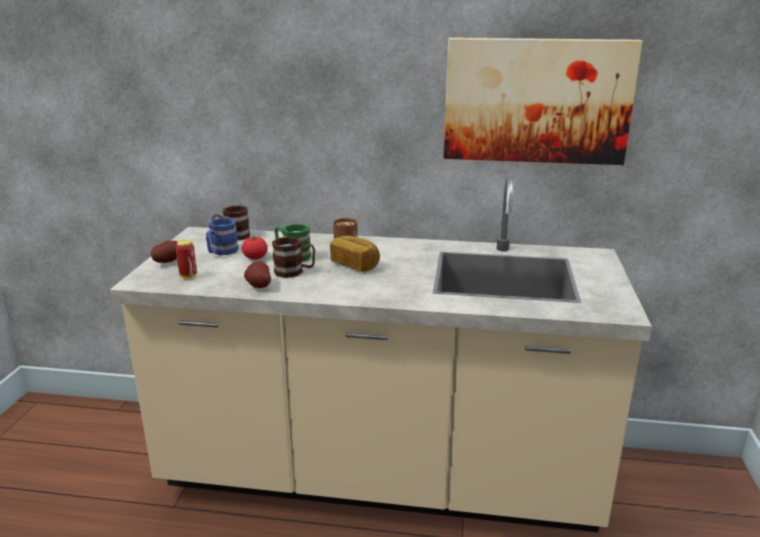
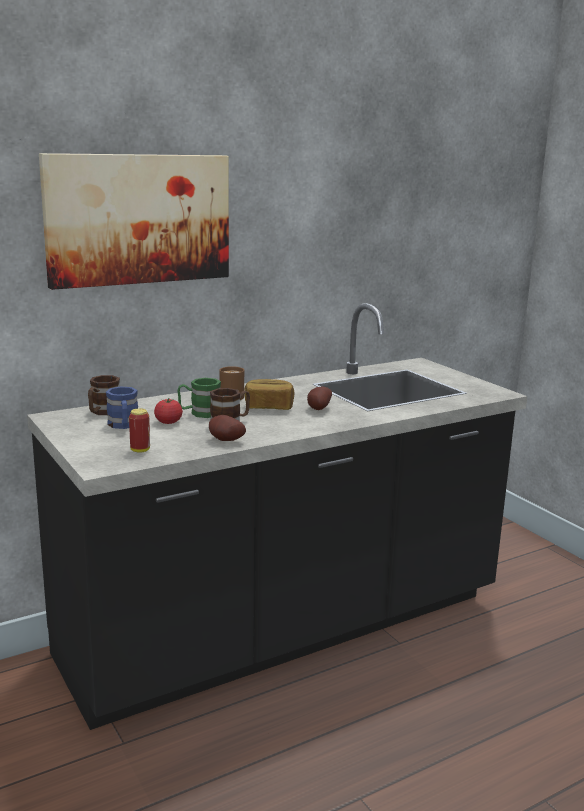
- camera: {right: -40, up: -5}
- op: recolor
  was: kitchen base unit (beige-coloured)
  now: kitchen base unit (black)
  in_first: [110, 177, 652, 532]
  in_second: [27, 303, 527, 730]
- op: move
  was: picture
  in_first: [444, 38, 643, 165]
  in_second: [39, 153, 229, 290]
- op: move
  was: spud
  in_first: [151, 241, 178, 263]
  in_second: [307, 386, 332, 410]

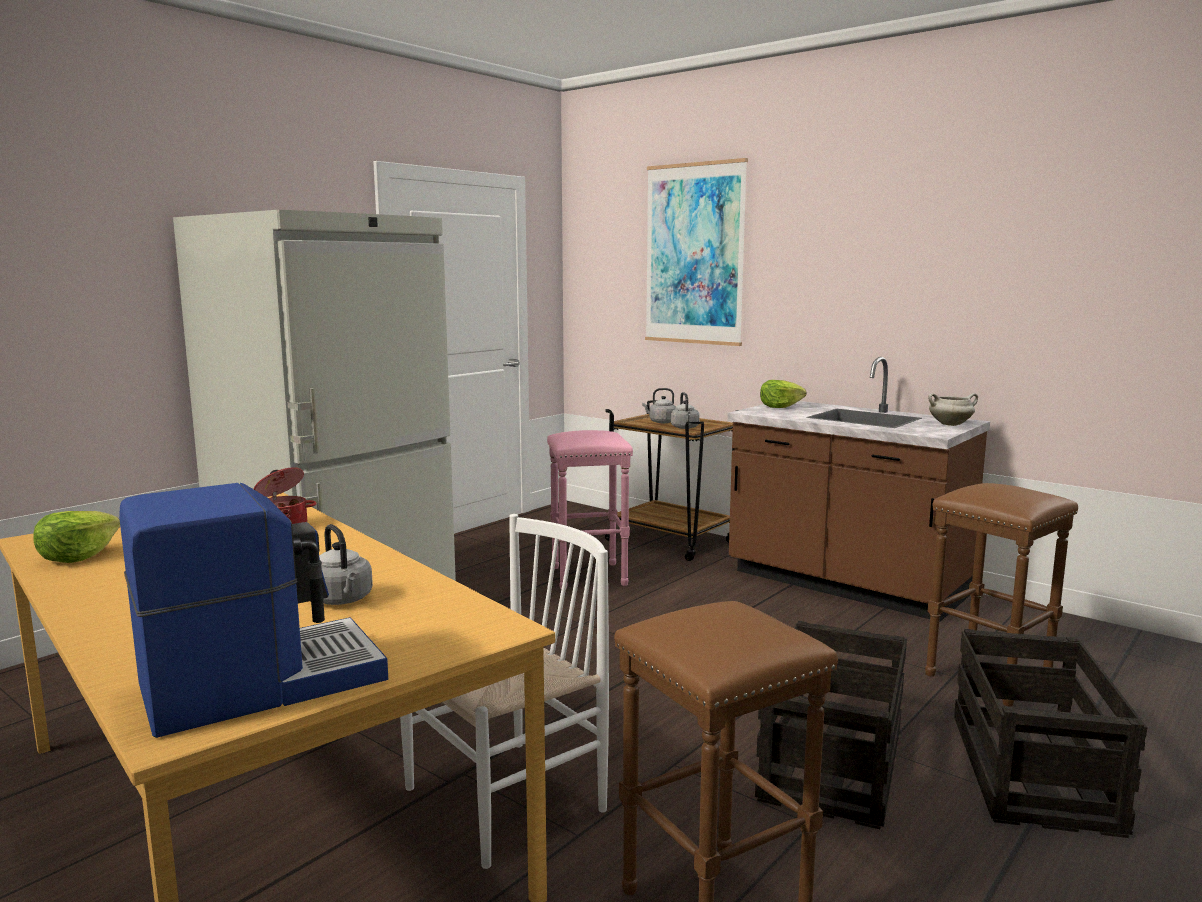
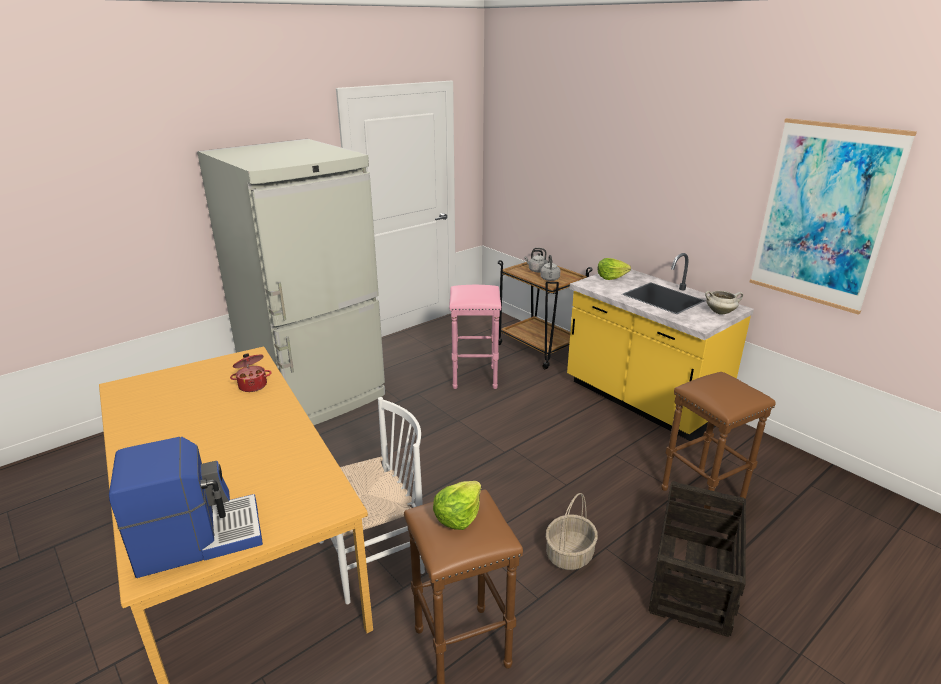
- camera: {right: 10, up: 15}
- op: move
  was: head of lettuce
  in_first: [34, 511, 120, 563]
  in_second: [433, 481, 481, 530]
- op: replace
  was: packing crate
  now: household basket
  in_first: [755, 621, 907, 829]
  in_second: [546, 493, 598, 570]
- op: recolor
  was: kitchen base unit (brown-coloured)
  now: kitchen base unit (yellow)
  in_first: [727, 357, 990, 622]
  in_second: [567, 253, 754, 441]
- op: move
  was: picture
  in_first: [645, 158, 748, 346]
  in_second: [749, 118, 917, 315]
- op: delete
  was: water kettle (gray)
  in_first: [319, 524, 373, 605]

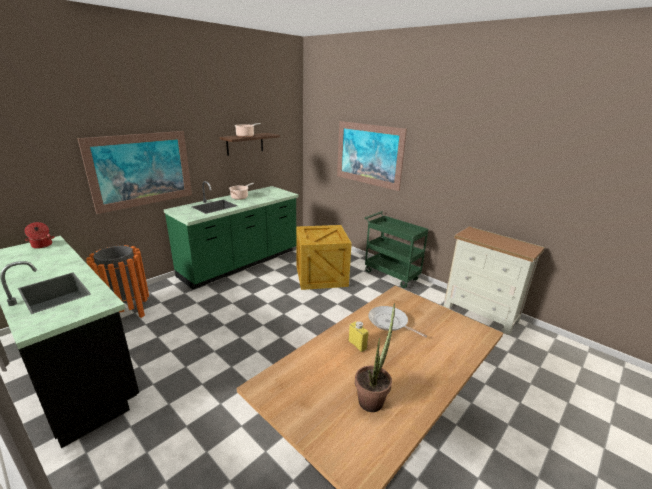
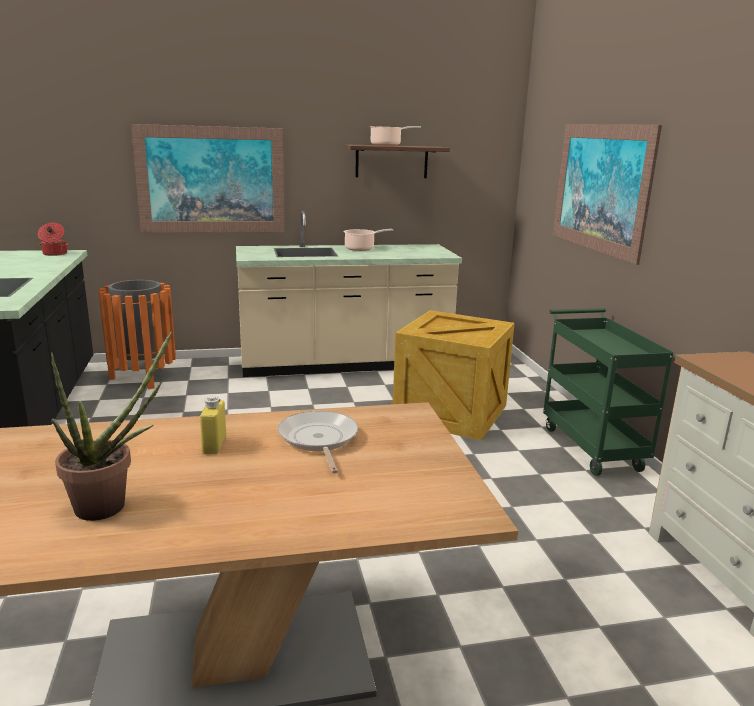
- camera: {right: 35, up: -5}
- op: recolor
  was: kitchen base unit (green)
  now: kitchen base unit (beige-coloured)
  in_first: [164, 181, 299, 289]
  in_second: [236, 211, 462, 377]

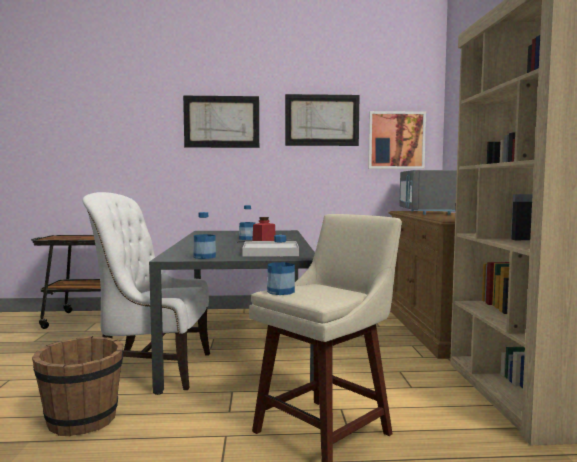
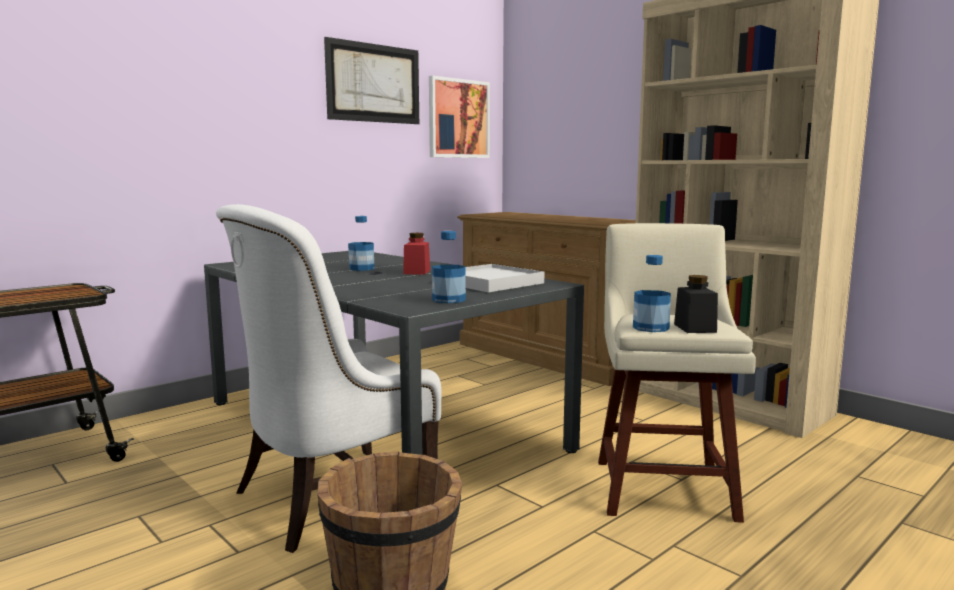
- camera: {right: -40, up: 5}
- op: insert
  now: storage jar (black)
  in_second: [674, 275, 718, 333]
- op: delete
  was: picture
  in_first: [183, 96, 259, 148]
- op: delete
  was: microwave (gray)
  in_first: [400, 170, 457, 215]

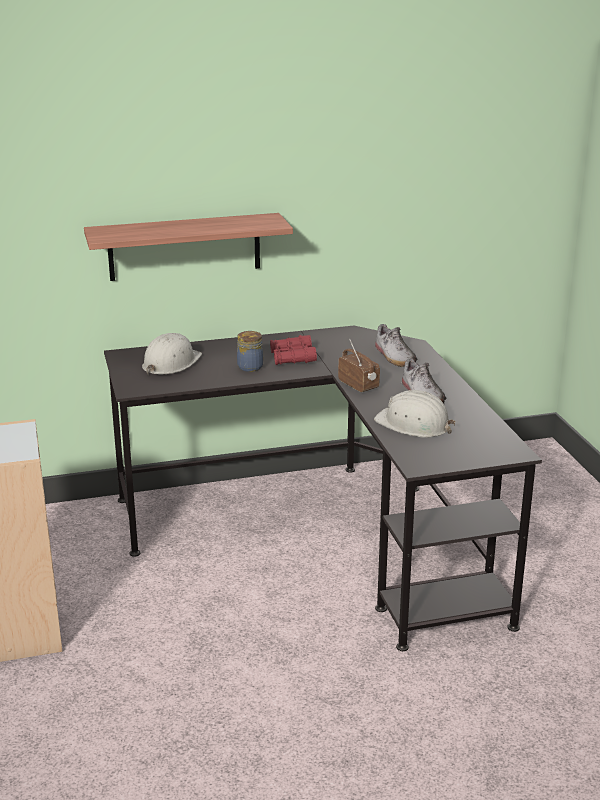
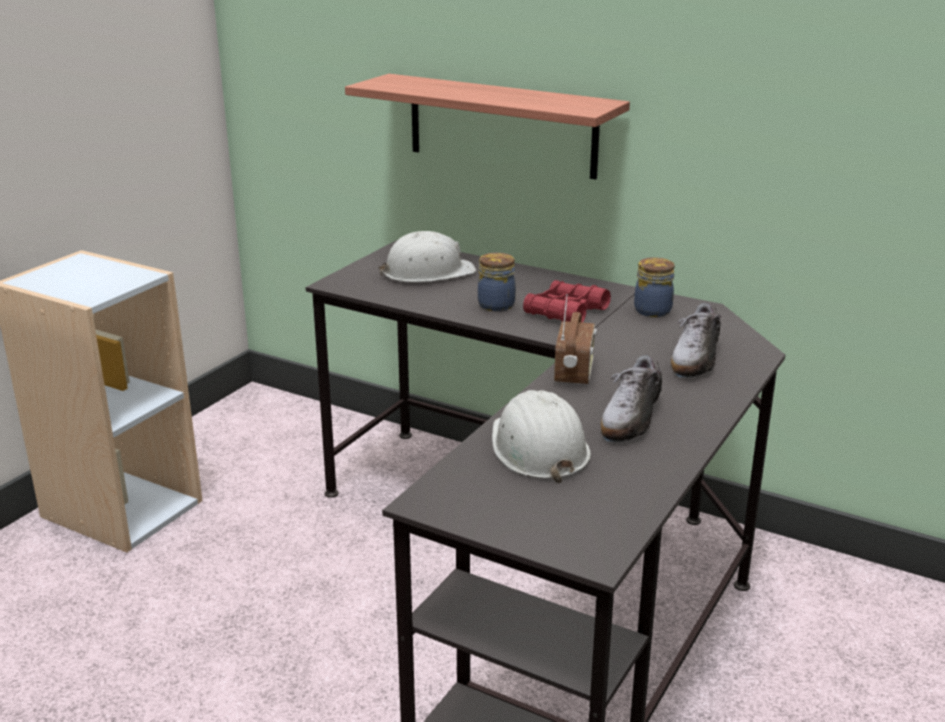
- camera: {right: 45, up: 0}
- op: insert
  now: storage jar
  in_second: [634, 257, 675, 317]

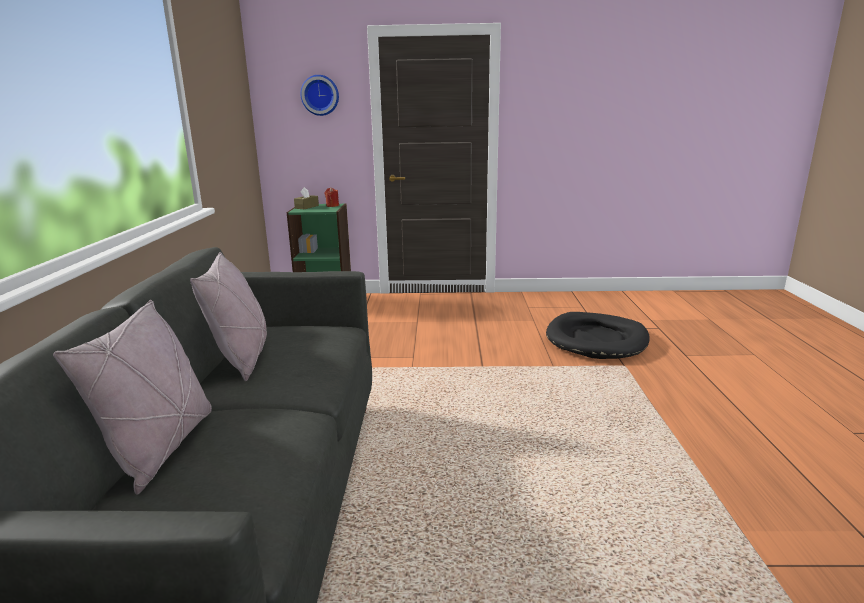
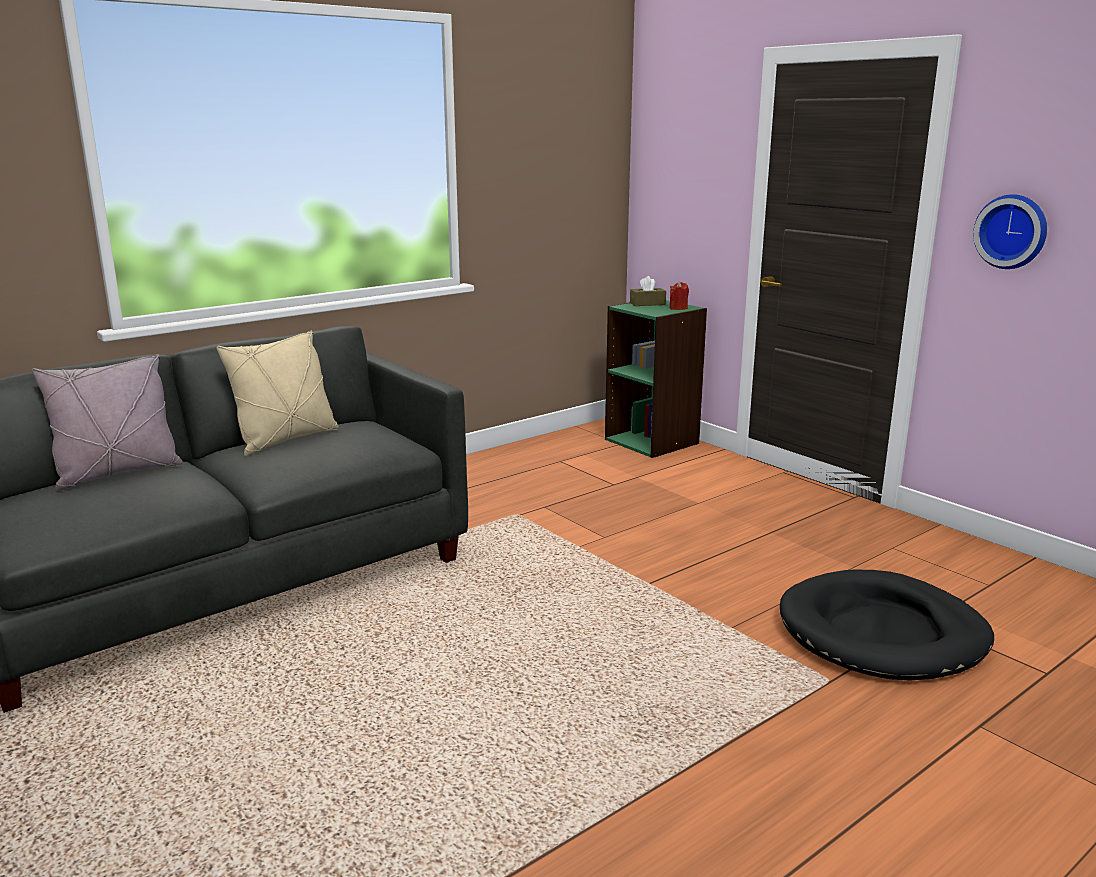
- camera: {right: 50, up: 0}
- op: recolor
  was: pillow (purple-coloured)
  now: pillow (beige-coloured)
  in_first: [190, 252, 267, 381]
  in_second: [216, 330, 339, 456]
- op: move
  was: hanging clock
  in_first: [300, 75, 339, 116]
  in_second: [973, 194, 1047, 269]

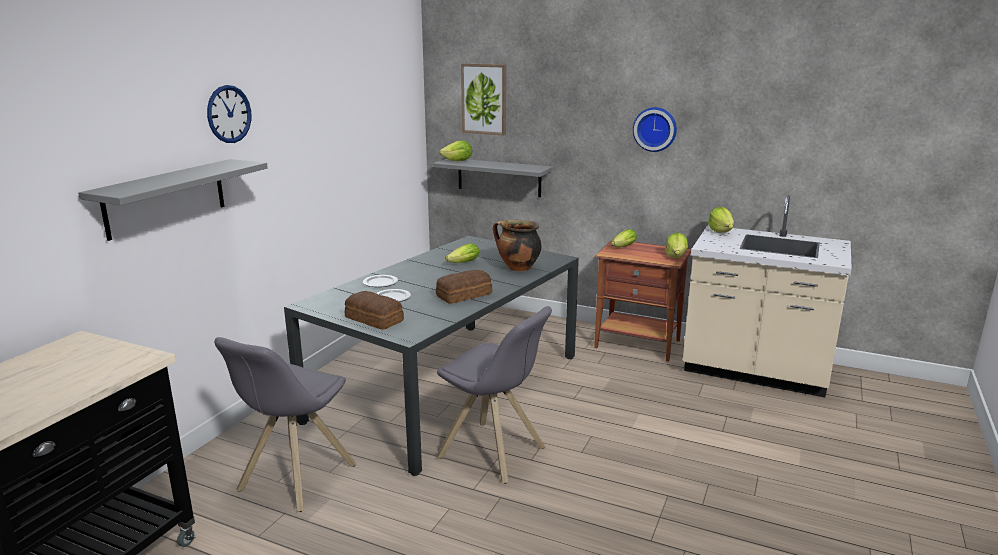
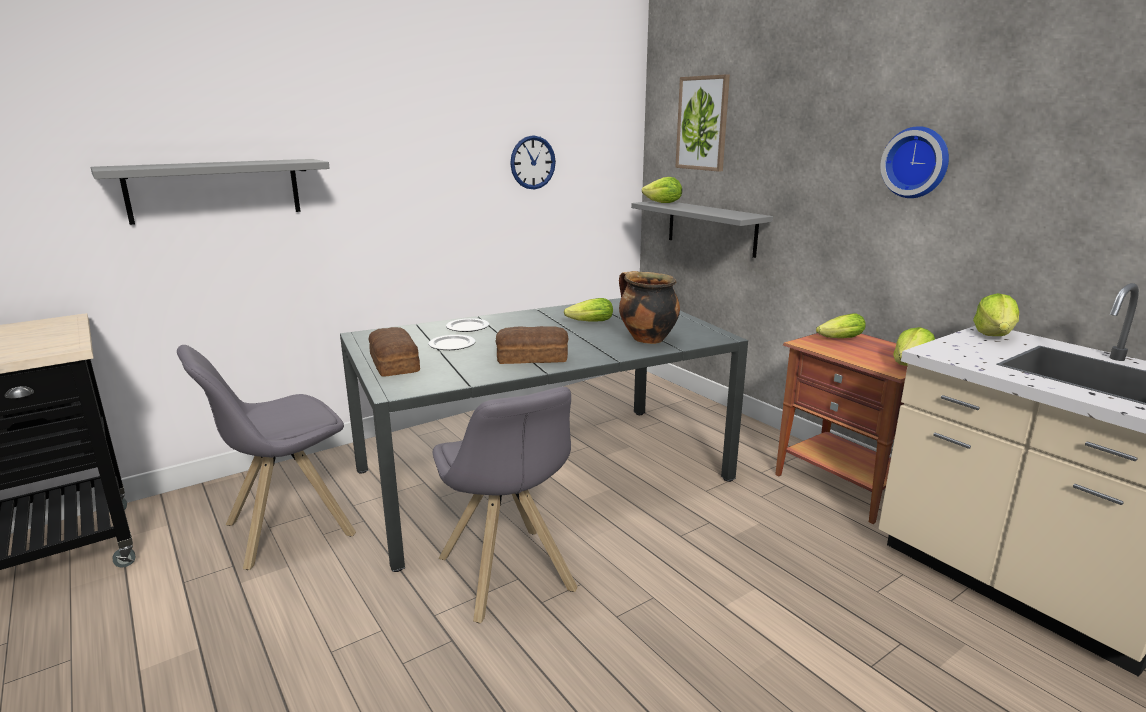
- camera: {right: 30, up: 0}
- op: move
  was: hanging clock
  in_first: [207, 85, 251, 143]
  in_second: [510, 135, 556, 190]

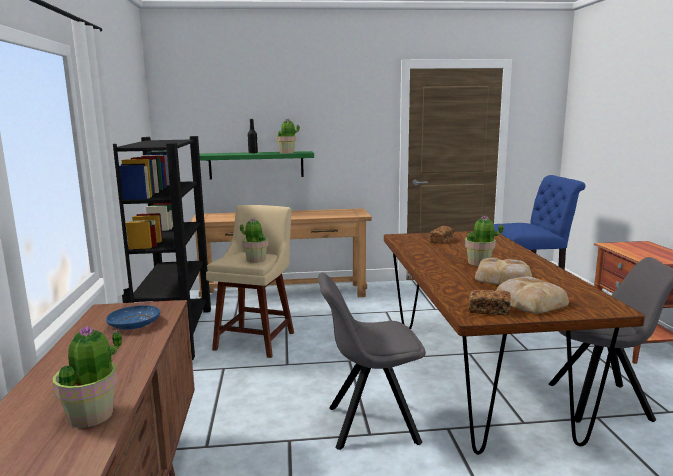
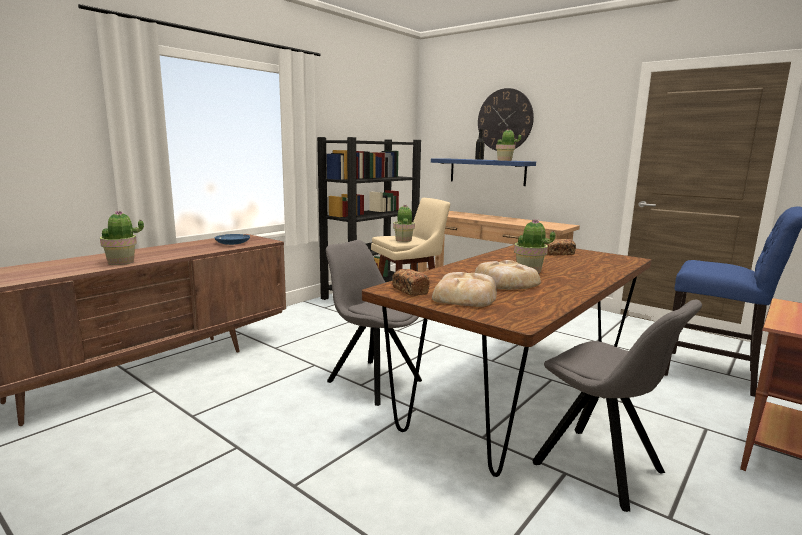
- camera: {right: 45, up: 0}
- op: recolor
  was: shelf (green)
  now: shelf (blue)
  in_first: [199, 151, 314, 179]
  in_second: [431, 158, 536, 186]
- op: insert
  now: hanging clock
  in_second: [478, 88, 534, 151]

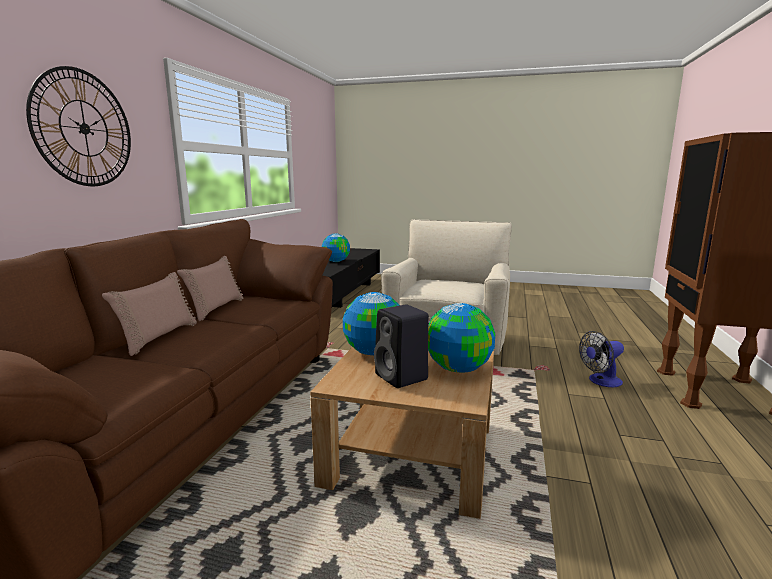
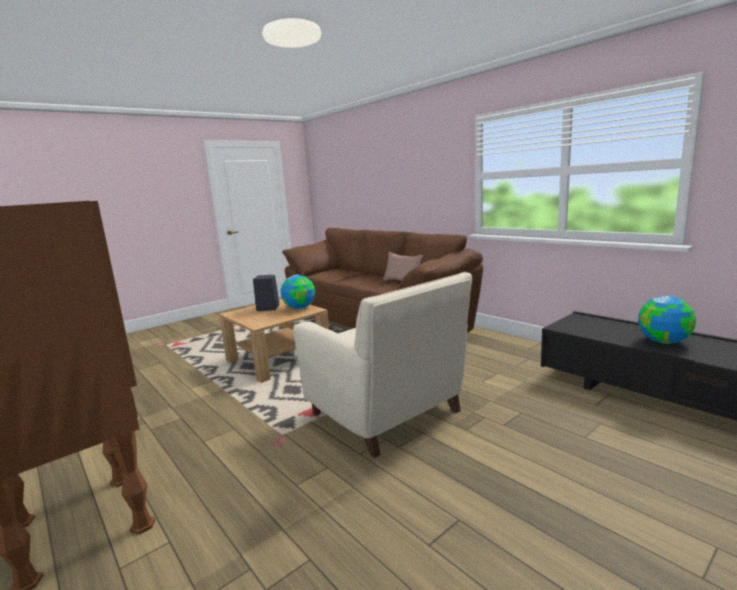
- camera: {right: 125, up: 0}
- op: delete
  was: hanging clock
  in_first: [26, 66, 131, 186]
- op: delete
  was: pillow (beige-coloured)
  in_first: [102, 272, 197, 356]
- op: delete
  was: globe
  in_first: [428, 303, 495, 373]
- op: delete
  was: electric fan
  in_first: [579, 331, 624, 387]

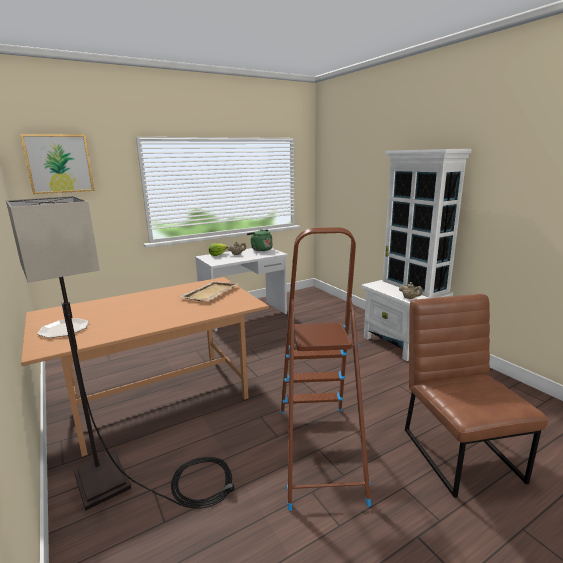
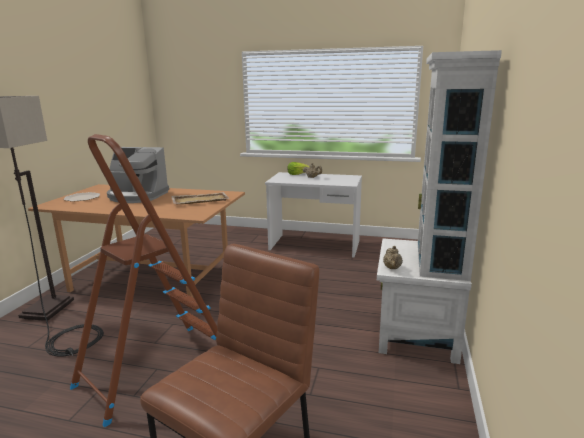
- camera: {right: 45, up: 0}
- op: insert
  now: coffee machine
  in_second: [107, 147, 169, 203]
- op: delete
  was: picture
  in_first: [20, 134, 94, 194]
- op: delete
  was: water kettle (green)
  in_first: [247, 229, 272, 251]

